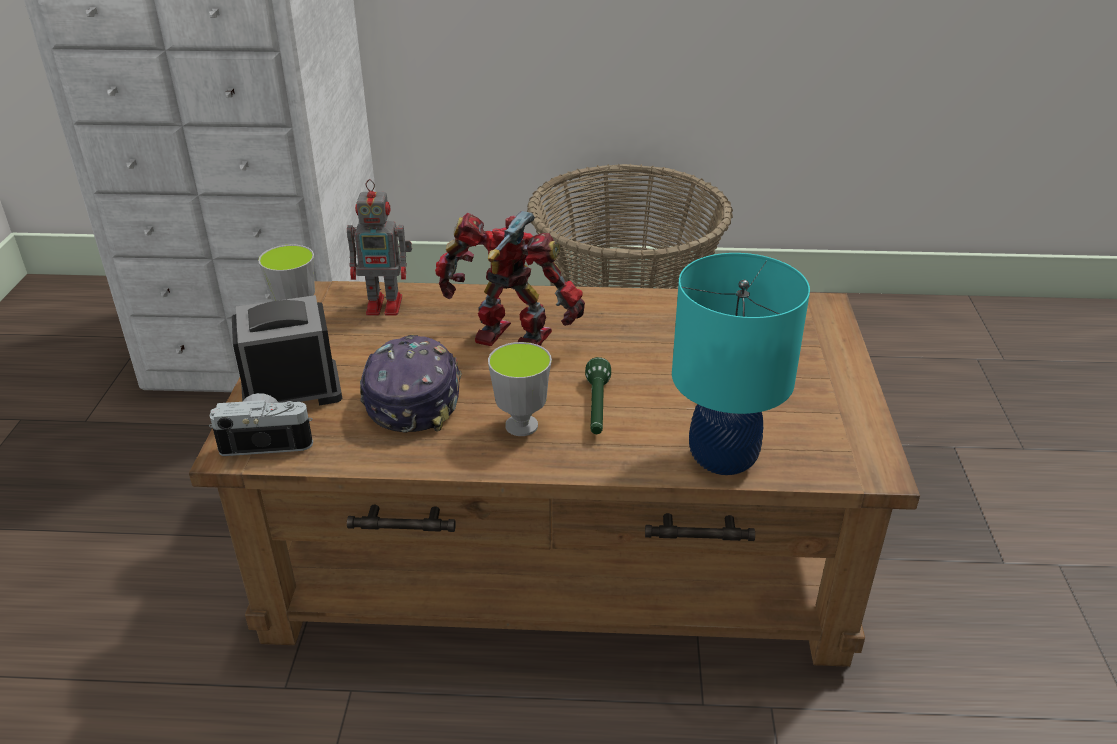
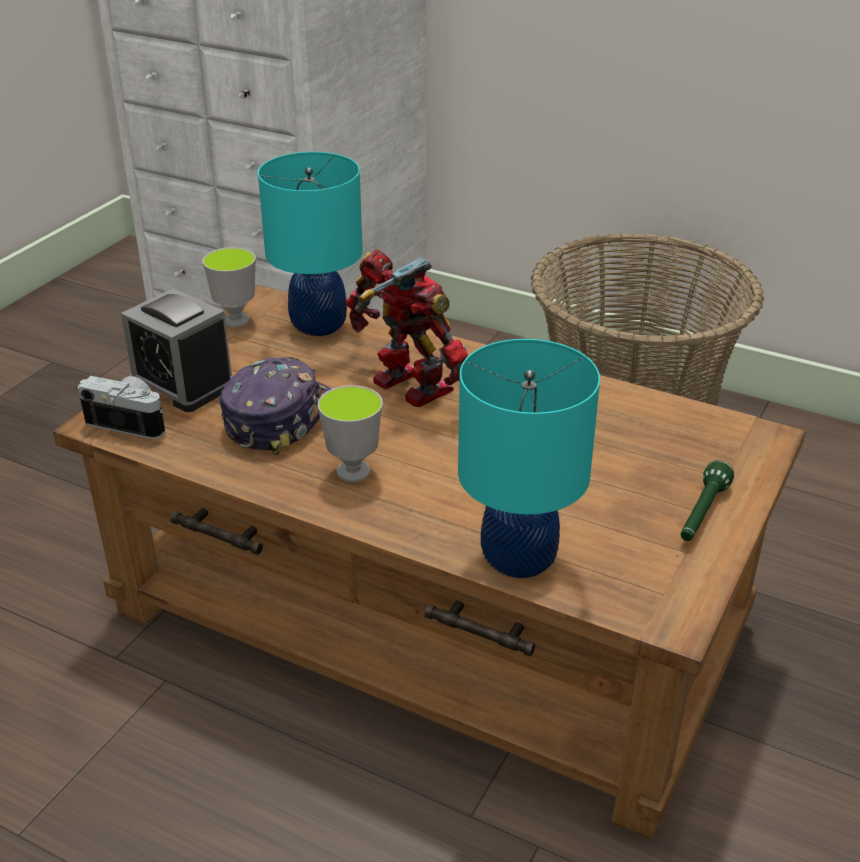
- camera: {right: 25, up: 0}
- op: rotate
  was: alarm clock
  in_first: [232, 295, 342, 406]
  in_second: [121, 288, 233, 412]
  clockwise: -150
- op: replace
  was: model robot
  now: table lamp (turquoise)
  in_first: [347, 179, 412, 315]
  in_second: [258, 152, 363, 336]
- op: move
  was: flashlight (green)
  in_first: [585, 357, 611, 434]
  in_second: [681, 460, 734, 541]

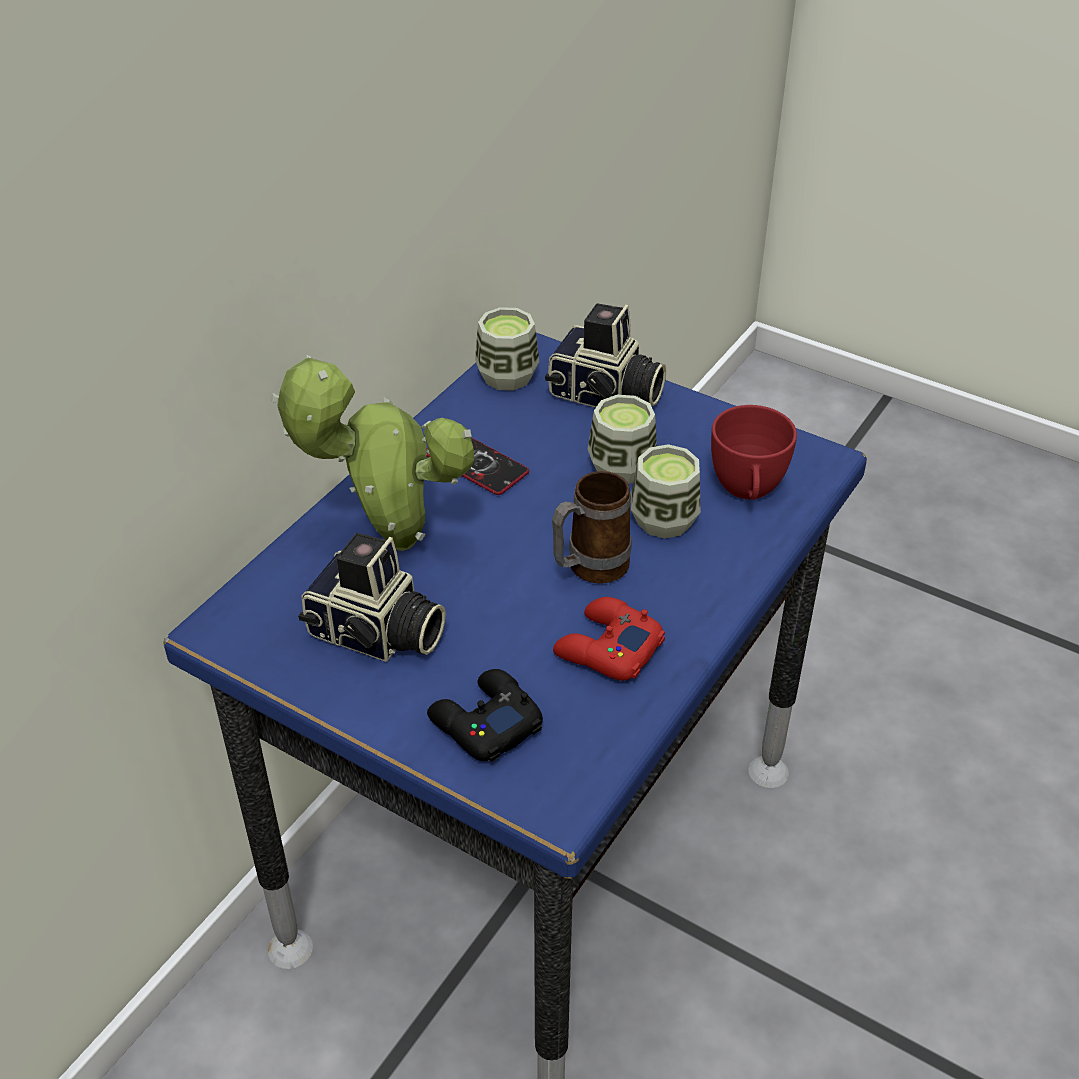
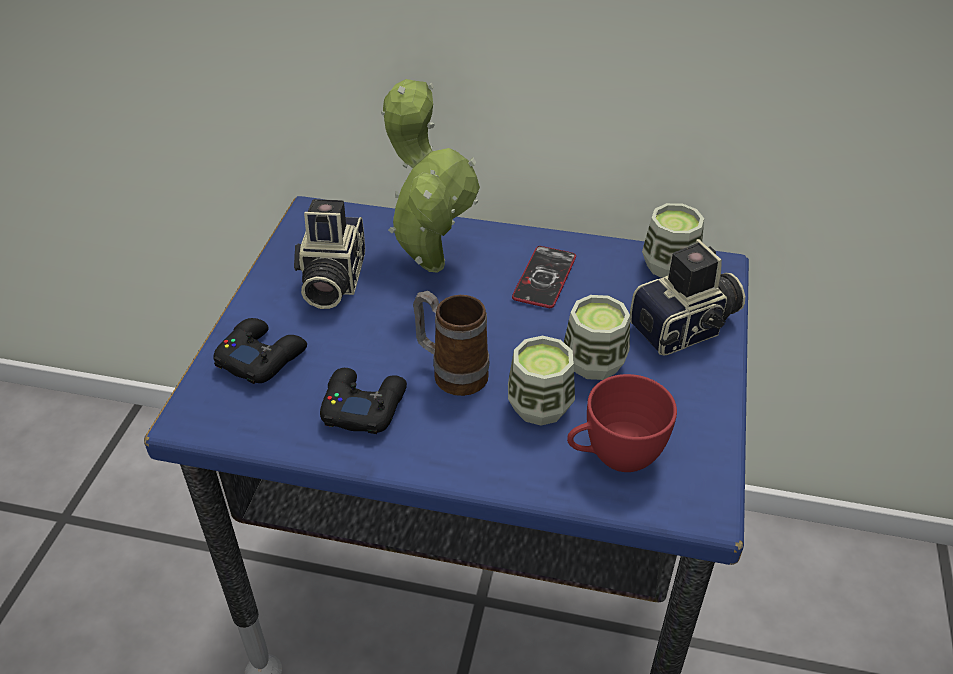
- camera: {right: 70, up: 0}
- op: recolor
  was: joypad (reddish)
  now: joypad (black)
  in_first: [553, 597, 665, 681]
  in_second: [320, 368, 407, 434]
- op: rotate
  was: still camera
  in_first: [545, 303, 666, 408]
  in_second: [630, 239, 745, 355]
  clockwise: -120

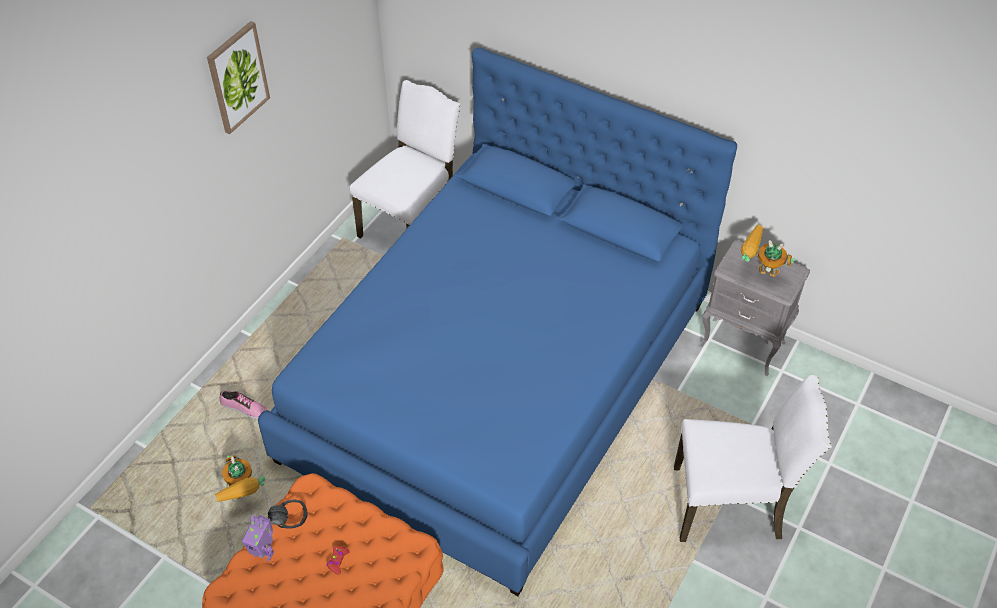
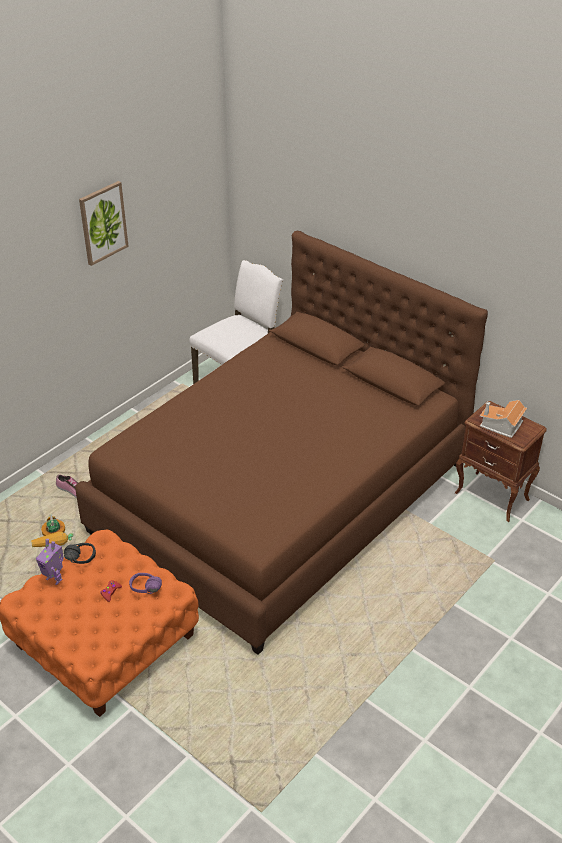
- camera: {right: 10, up: -10}
- op: recolor
  was: sleeping bed (blue)
  now: sleeping bed (brown-coloured)
  in_first: [258, 47, 737, 596]
  in_second: [75, 231, 488, 655]
- op: insert
  now: pair of headphones (purple-coloured)
  in_second: [129, 573, 162, 594]
- op: recolor
  was: bedside table (gray)
  now: bedside table (brown-coloured)
  in_first: [699, 240, 810, 376]
  in_second: [455, 401, 547, 522]
- op: replace
  was: model robot
  now: miniature house
  in_first: [741, 225, 795, 277]
  in_second: [480, 400, 527, 438]
- op: delete
  was: plain chair (white-coloured)
  in_first: [674, 375, 832, 542]

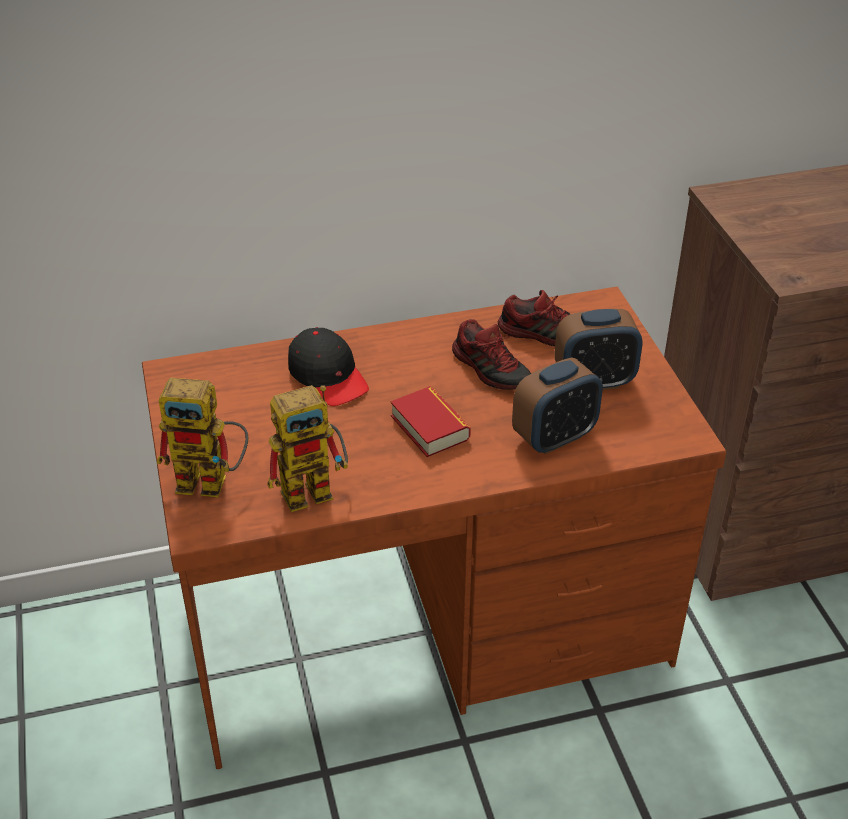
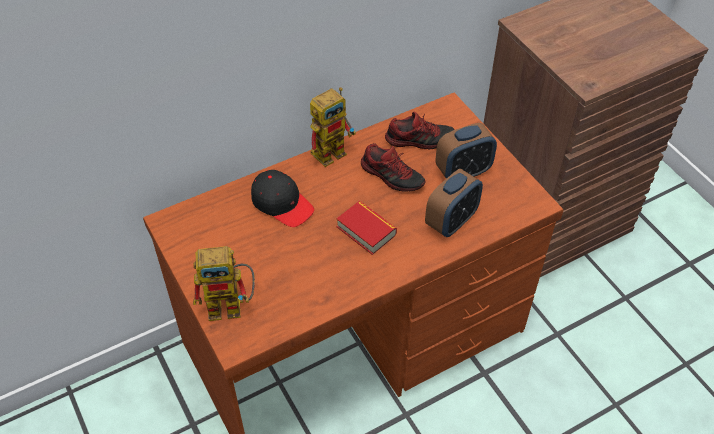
- camera: {right: -15, up: 10}
- op: move
  was: model robot
  in_first: [268, 385, 348, 512]
  in_second: [310, 87, 356, 167]

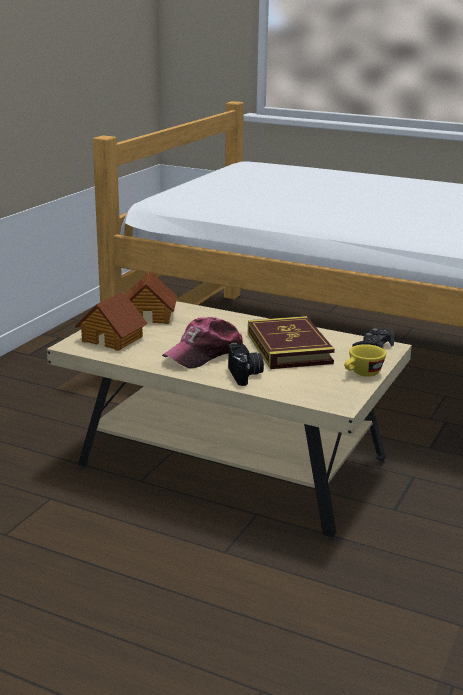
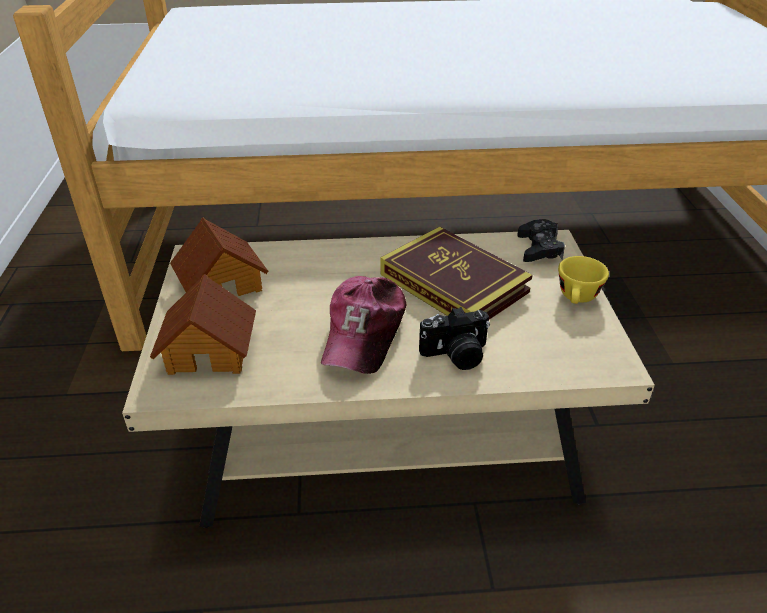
- camera: {right: -30, up: 15}
- op: rotate
  was: still camera
  in_first: [228, 342, 264, 386]
  in_second: [419, 307, 490, 370]
  clockwise: 120

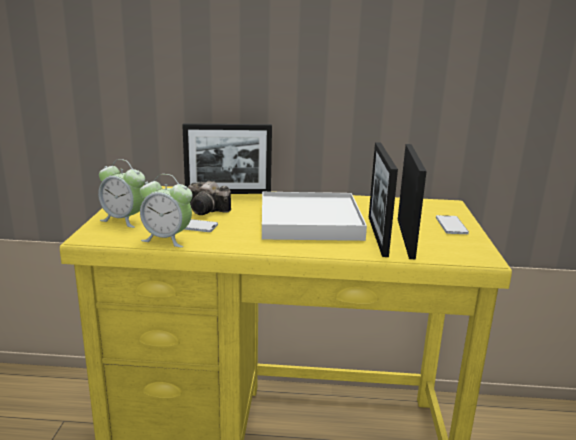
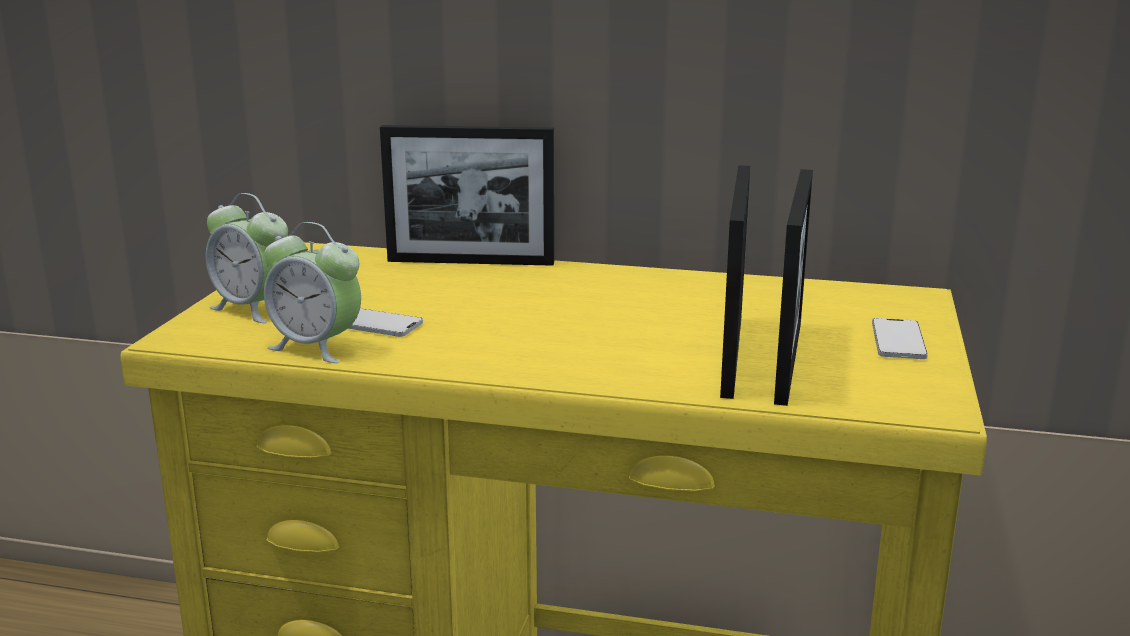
- camera: {right: 10, up: 0}
- op: delete
  was: still camera
  in_first: [188, 180, 231, 215]
- op: delete
  was: carrying tray (white-coloured)
  in_first: [262, 192, 367, 241]

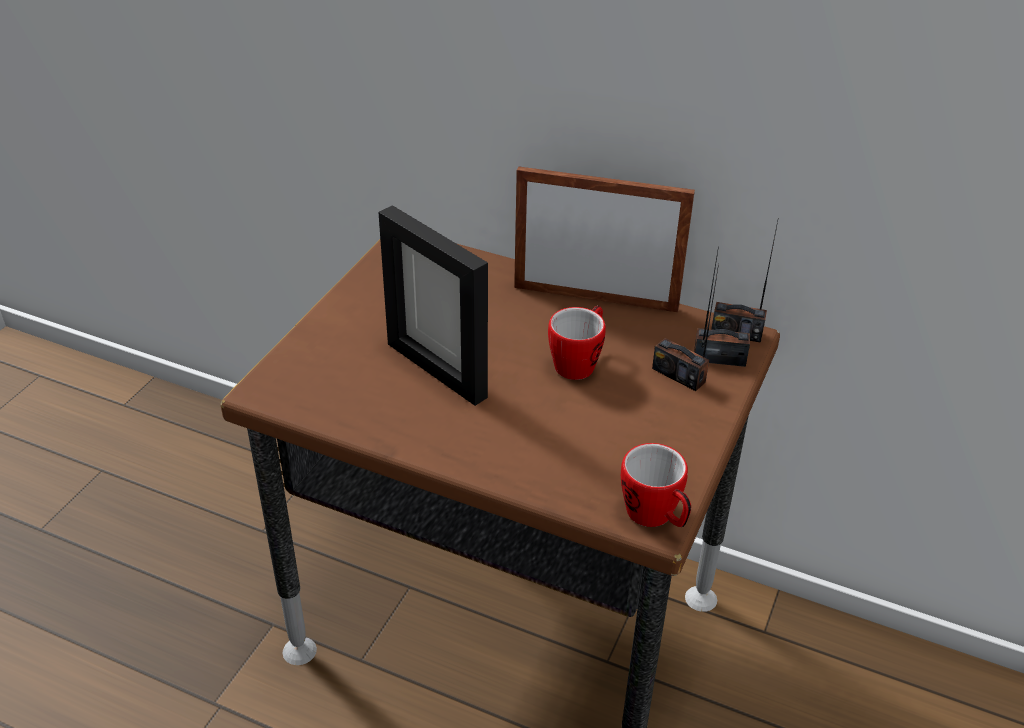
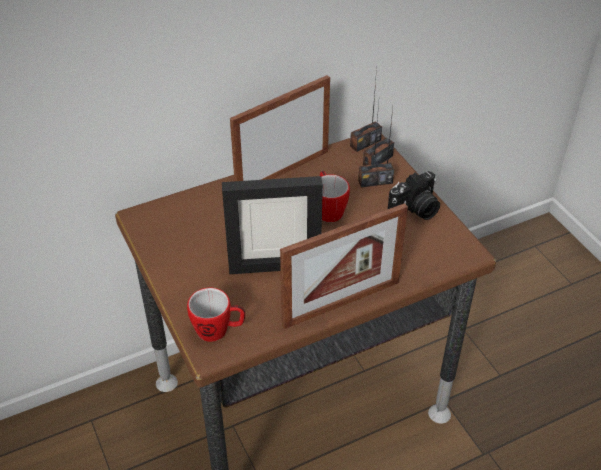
- camera: {right: -50, up: 5}
- op: move
  was: coffee mug
  in_first: [621, 443, 691, 527]
  in_second: [187, 288, 245, 342]
- op: insert
  now: picture frame
  in_second: [280, 203, 408, 329]
- op: insert
  now: still camera
  in_second: [388, 171, 440, 220]

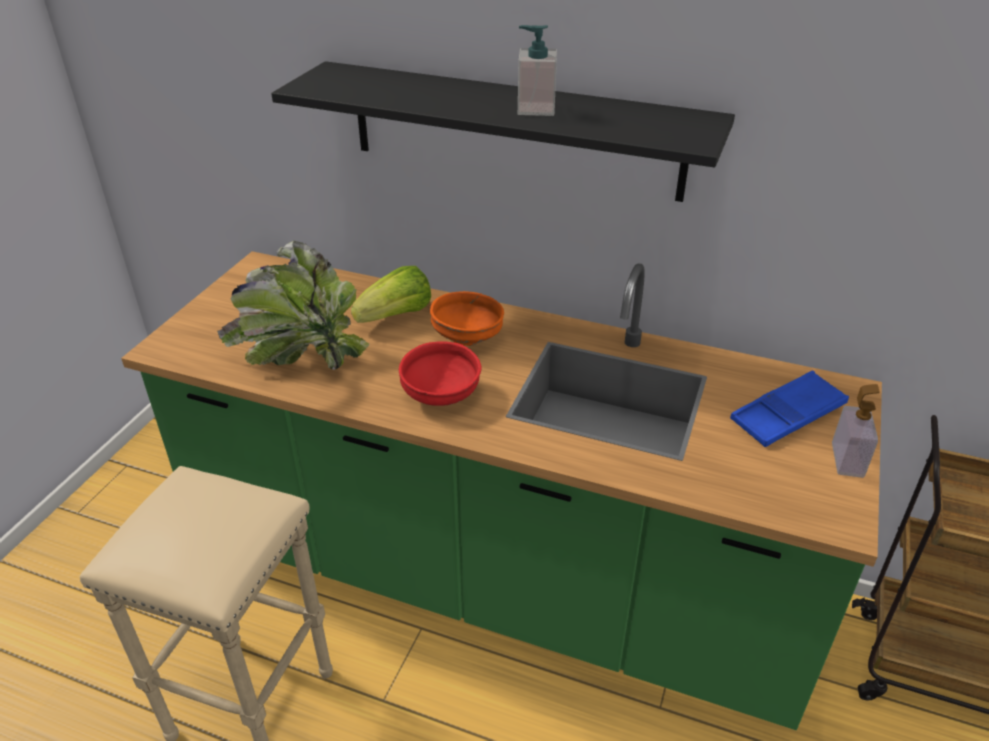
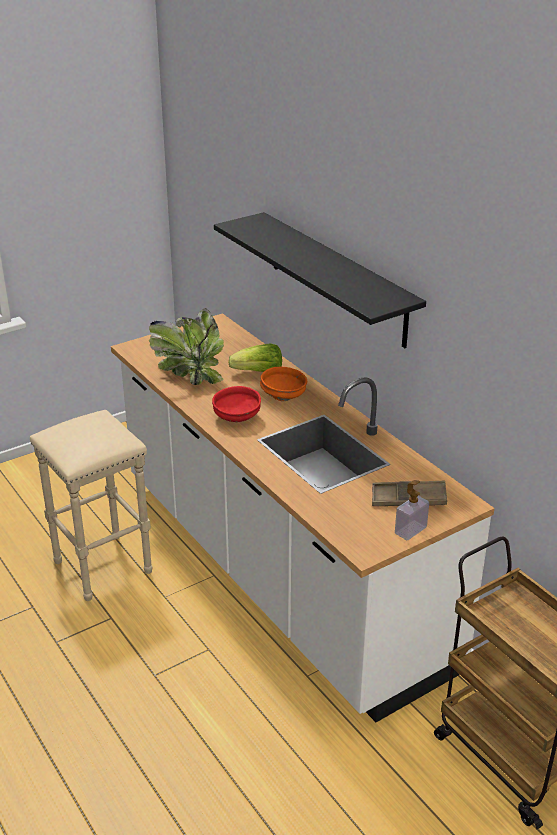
- camera: {right: 35, up: -5}
- op: recolor
  was: kitchen base unit (green)
  now: kitchen base unit (white-coloured)
  in_first: [121, 251, 882, 730]
  in_second: [111, 313, 494, 722]
- op: recolor
  was: carrying tray (blue)
  now: carrying tray (brown-coloured)
  in_first: [730, 370, 849, 447]
  in_second: [372, 481, 447, 506]
- op: delete
  was: soap dispenser
  in_first: [518, 25, 557, 116]

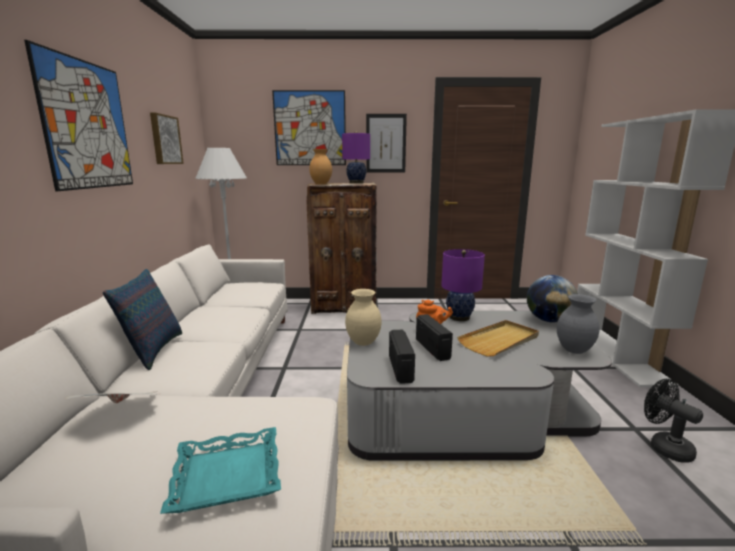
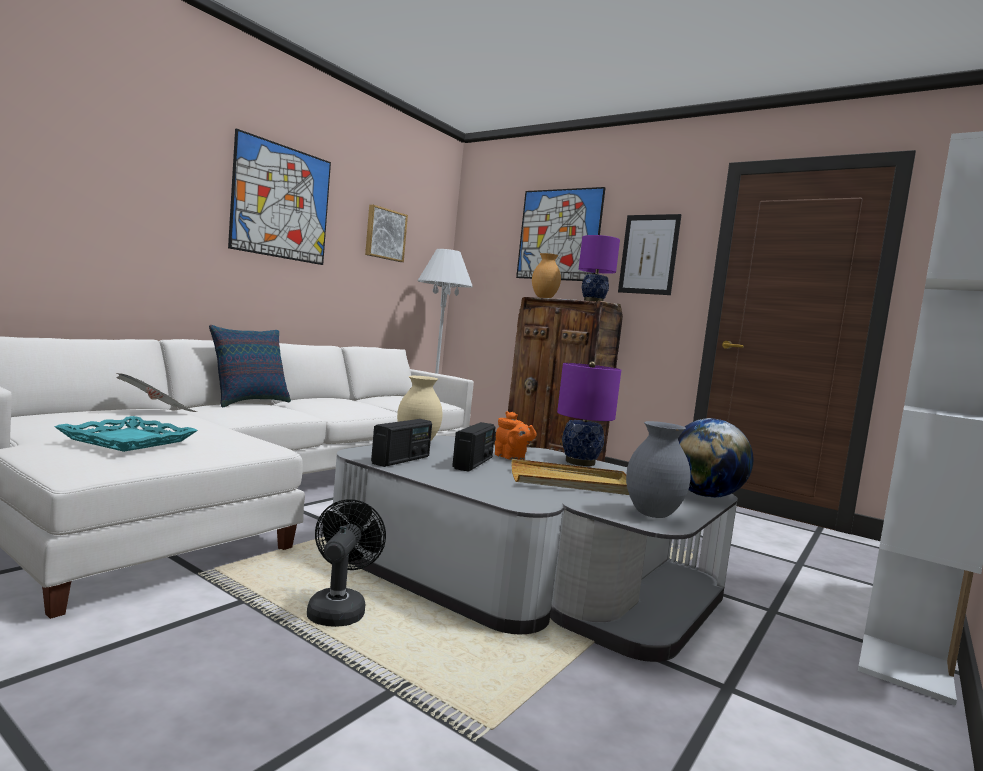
- camera: {right: 35, up: -10}
- op: move
  was: electric fan (black)
  in_first: [644, 379, 703, 463]
  in_second: [307, 499, 386, 627]

